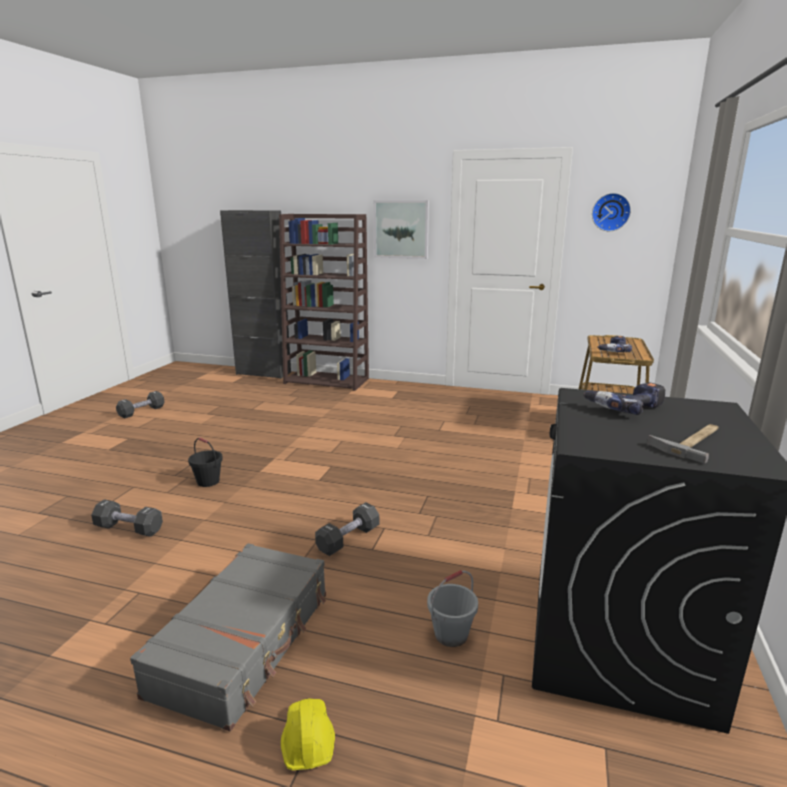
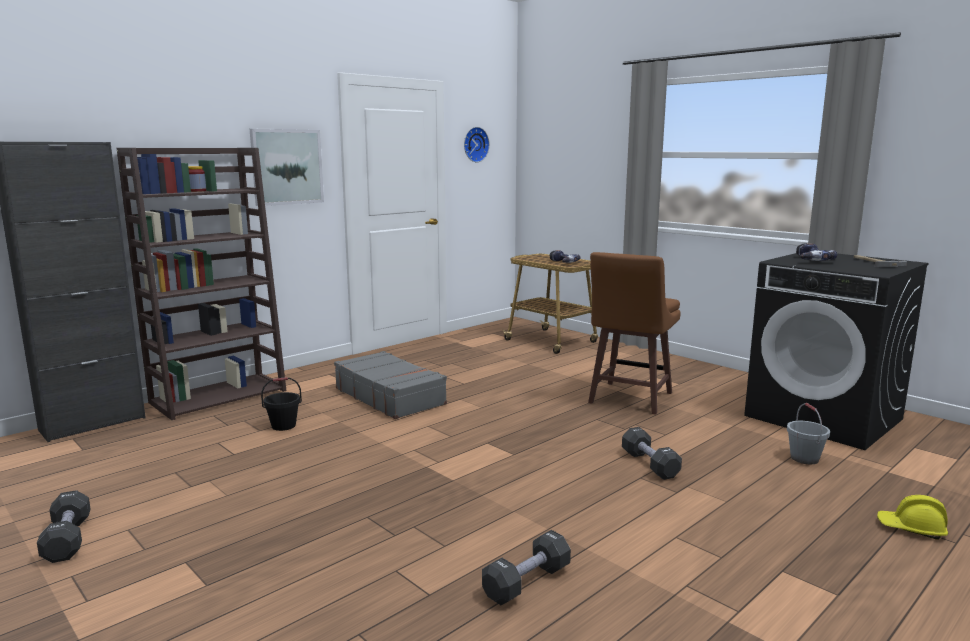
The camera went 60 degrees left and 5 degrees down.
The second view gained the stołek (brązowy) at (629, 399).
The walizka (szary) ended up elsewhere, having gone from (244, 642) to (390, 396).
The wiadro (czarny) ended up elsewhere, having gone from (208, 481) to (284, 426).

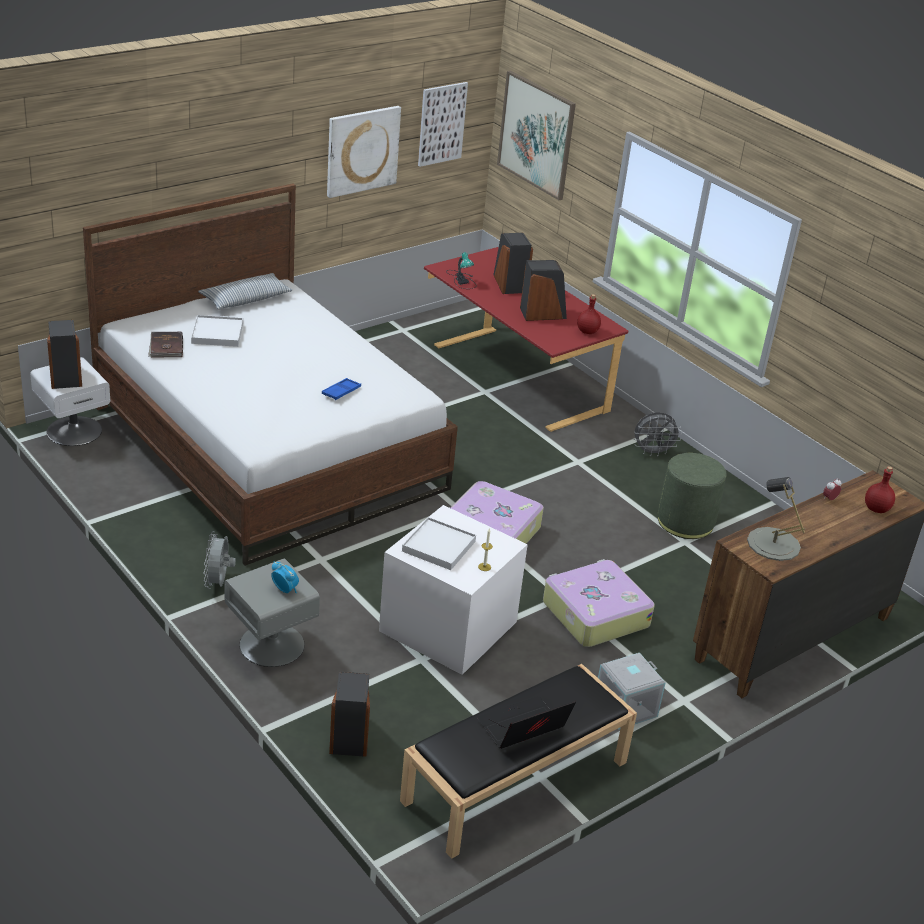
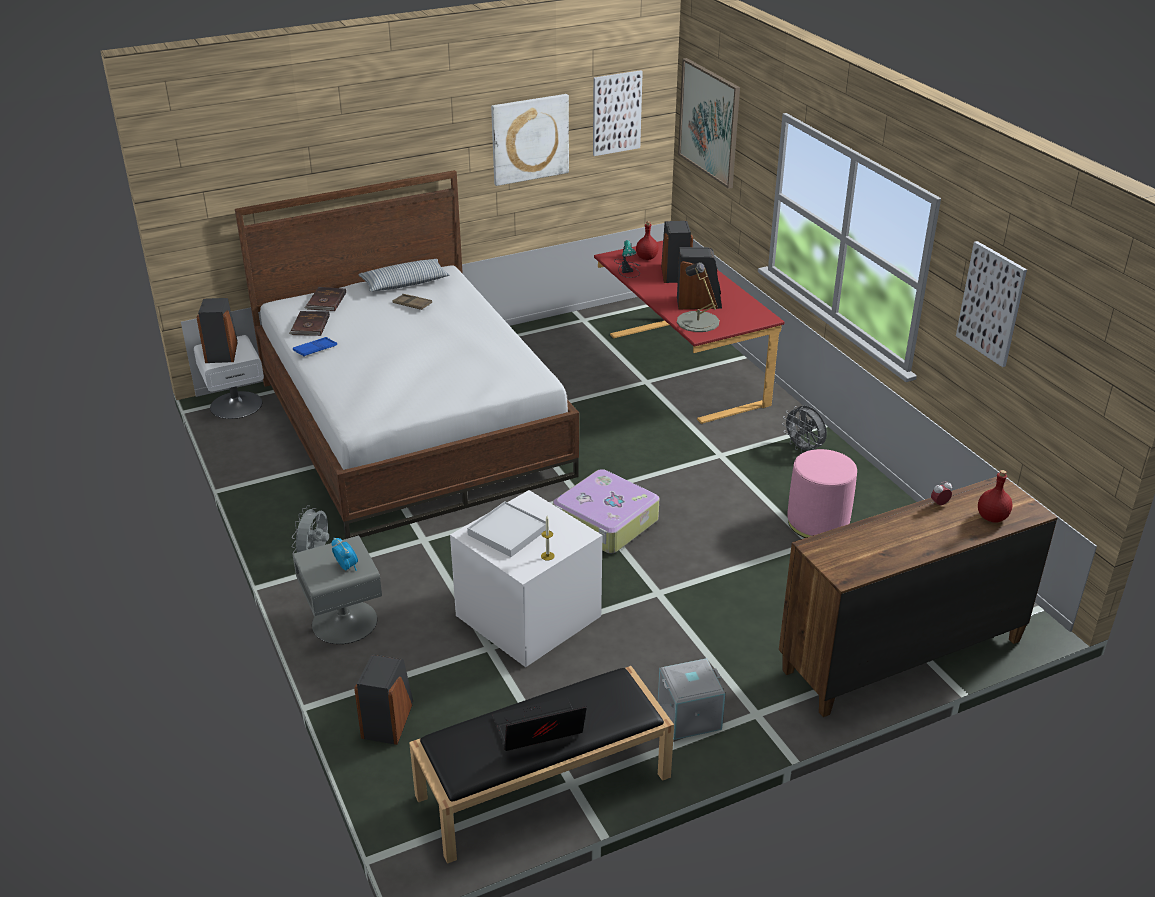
The camera went 15 degrees right and 0 degrees up.
The second view lost the taca (biały) at (217, 333).
The second view lost the walizka at (594, 614).
The second view gained the książka (brązowy) at (325, 301).
The second view gained the taca (brązowy) at (412, 304).
The second view gained the obraz at (991, 303).
The taca (niebieski) ended up elsewhere, having gone from (341, 392) to (315, 349).
The butelka (czerwony) ended up elsewhere, having gone from (588, 332) to (647, 258).
The lampa stołowa (szary) ended up elsewhere, having gone from (773, 544) to (697, 322).
What was the pufa (zielony) at (685, 522) turned into the pufa (różowy) at (817, 523).
The wentylator (szary) at (652, 452) ended up facing another way, 45 degrees clockwise from before.

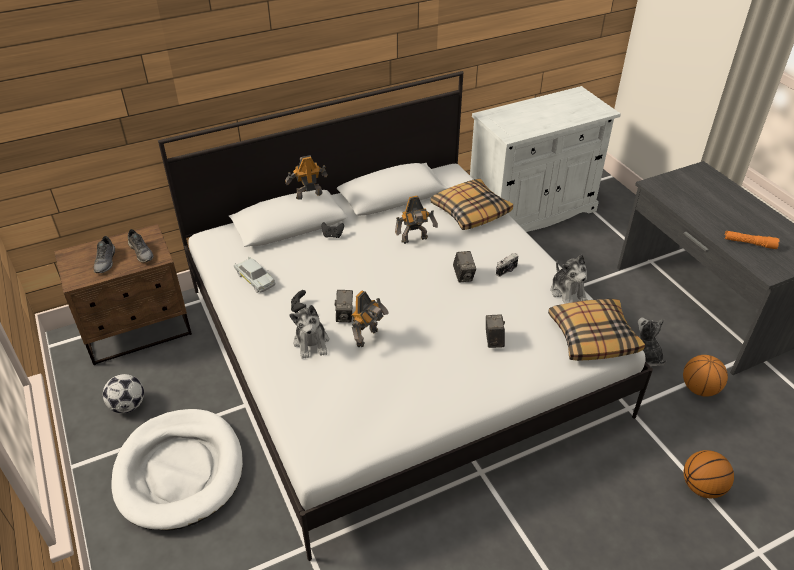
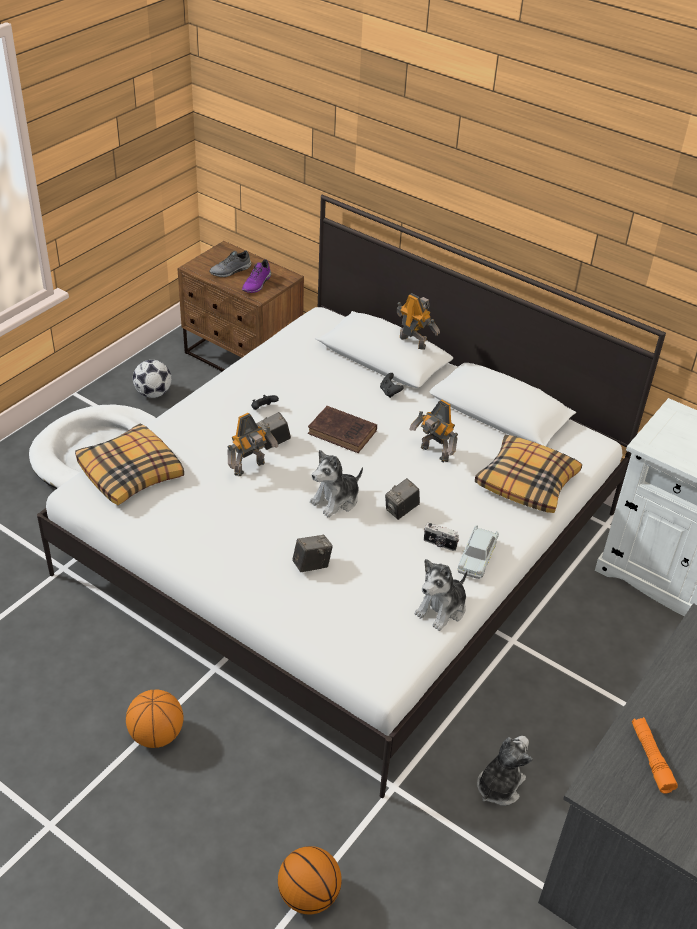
The camera went 60 degrees right and 0 degrees up.
The second view gained the książka (brązowy) at (344, 433).
The samochodzik (biały) ended up elsewhere, having gone from (255, 279) to (477, 557).
The pluszak ended up elsewhere, having gone from (311, 342) to (336, 500).
The poduszka ended up elsewhere, having gone from (592, 336) to (131, 473).
The piłka do koszykówki ended up elsewhere, having gone from (699, 389) to (156, 735).
What was the but (szary) at (142, 252) turned into the but (fioletowy) at (257, 284).
The robot zabawkowy at (368, 337) ended up facing another way, 45 degrees counterclockwise from before.

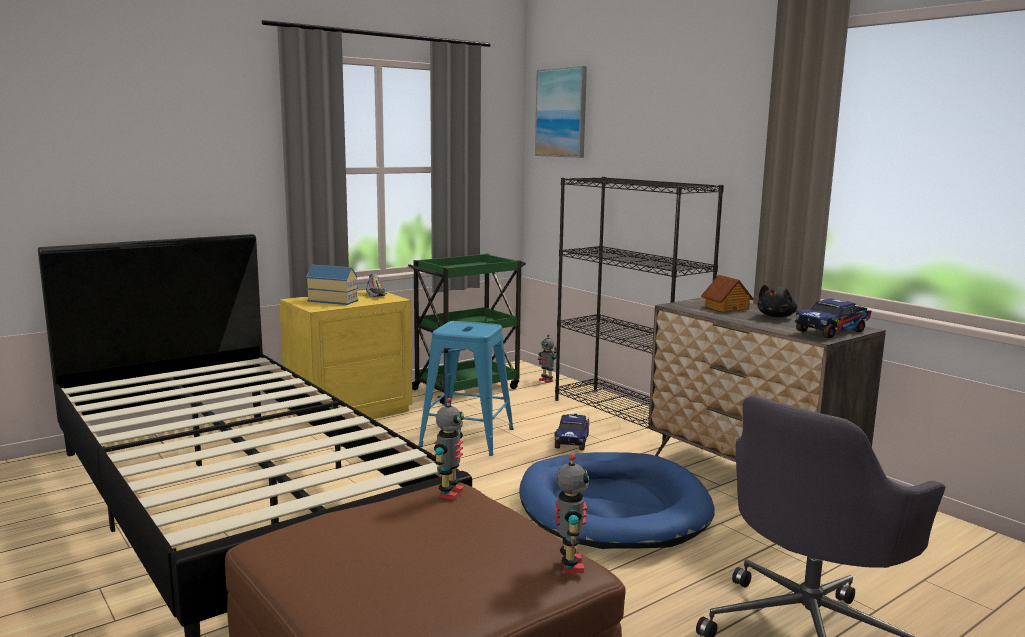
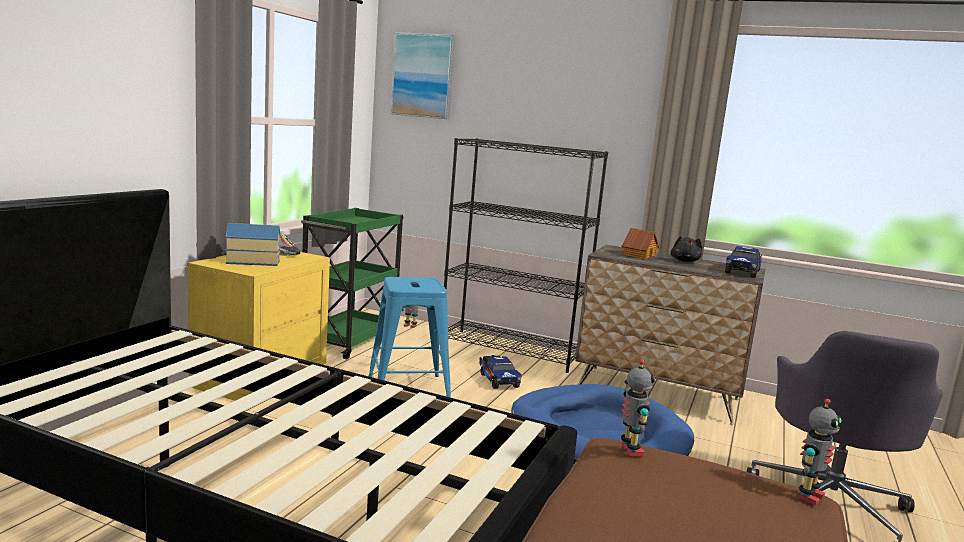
The camera went 30 degrees left and 0 degrees up.
The robot zabawkowy at (569, 565) ended up facing another way, 75 degrees clockwise from before.

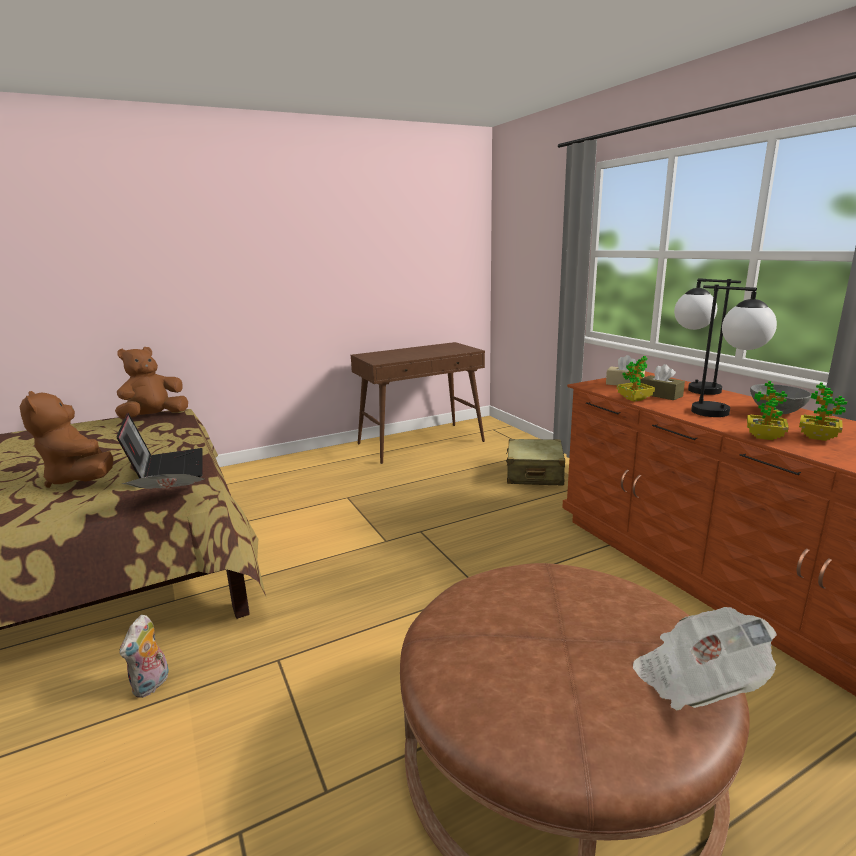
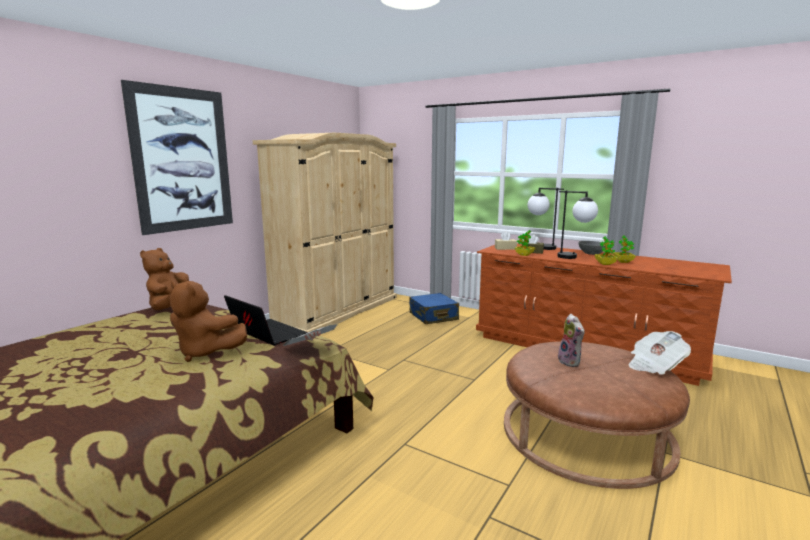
The camera went 30 degrees left and 5 degrees down.
The second view gained the obraz at (183, 160).
The pluszak ended up elsewhere, having gone from (152, 685) to (571, 362).
Where the stolik konsolowy (brązowy) stood at (421, 442), the szafa (beżowy) came to stand at (337, 310).
What was the walizka (beżowy) at (534, 474) turned into the walizka (niebieski) at (433, 316).

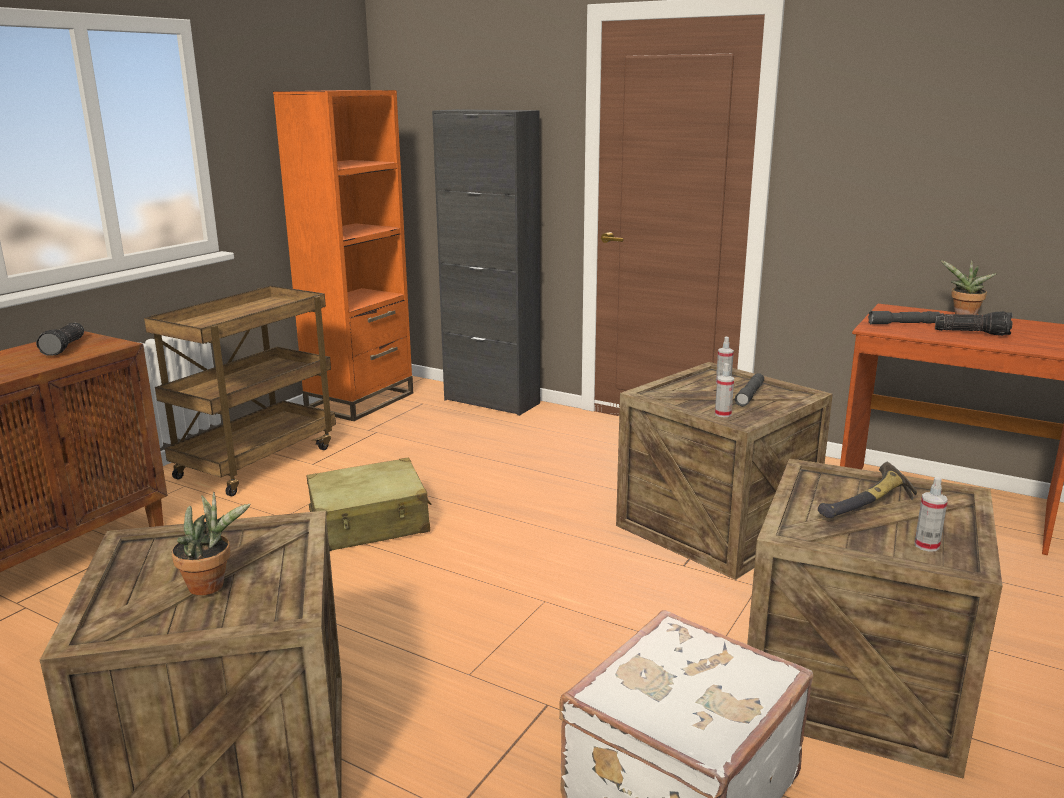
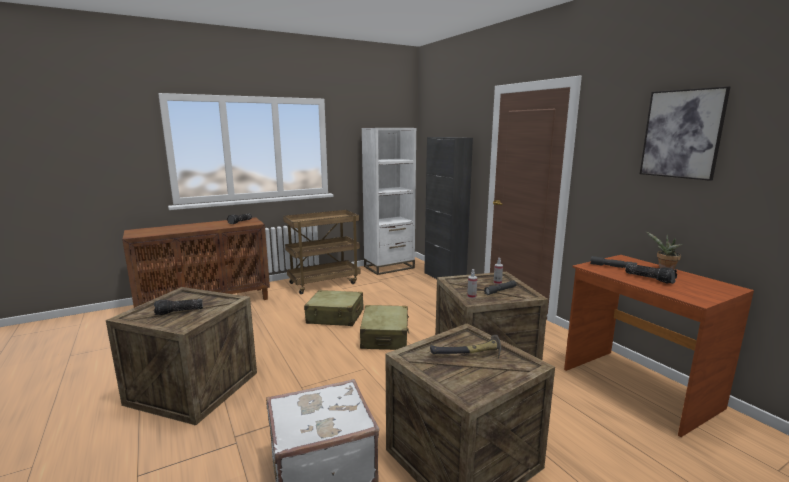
The camera went 30 degrees right and 5 degrees down.
The second view lost the spryskiwacz at (926, 545).
The second view gained the walizka (beżowy) at (385, 336).
The second view gained the obraz at (682, 134).
Where the roślina doniczkowa stood at (212, 585), the latarka came to stand at (179, 312).
What was the regał (pomarańczowy) at (360, 401) turned into the regał (biały) at (389, 267).

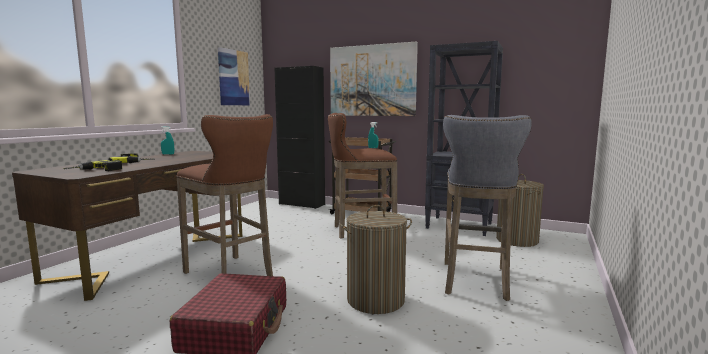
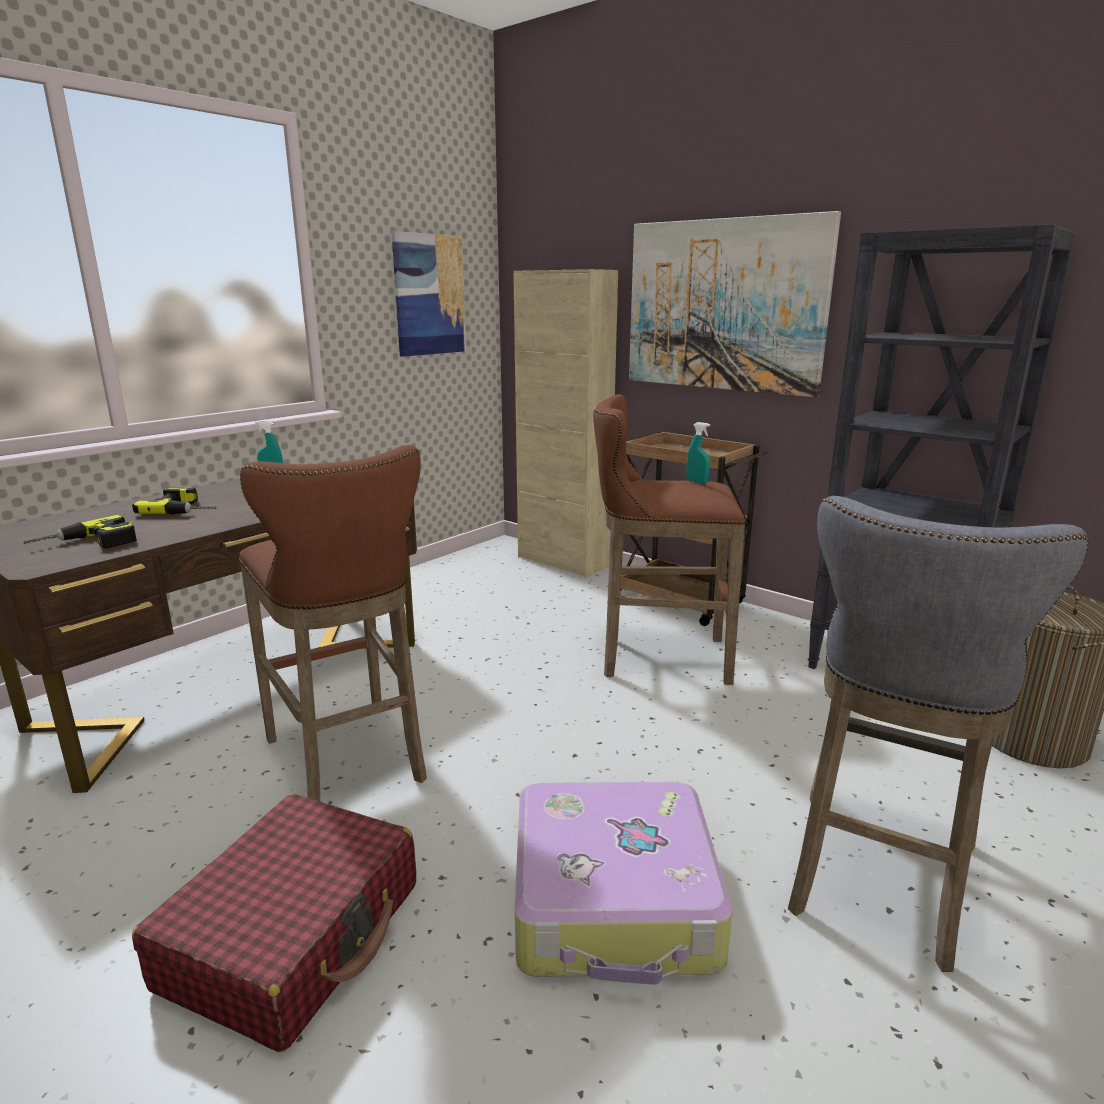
The camera went 15 degrees right and 10 degrees up.
Where the kosz na pranie stood at (376, 300), the walizka came to stand at (615, 901).
What was the szafka (czarny) at (301, 204) turned into the szafka (beżowy) at (563, 561).

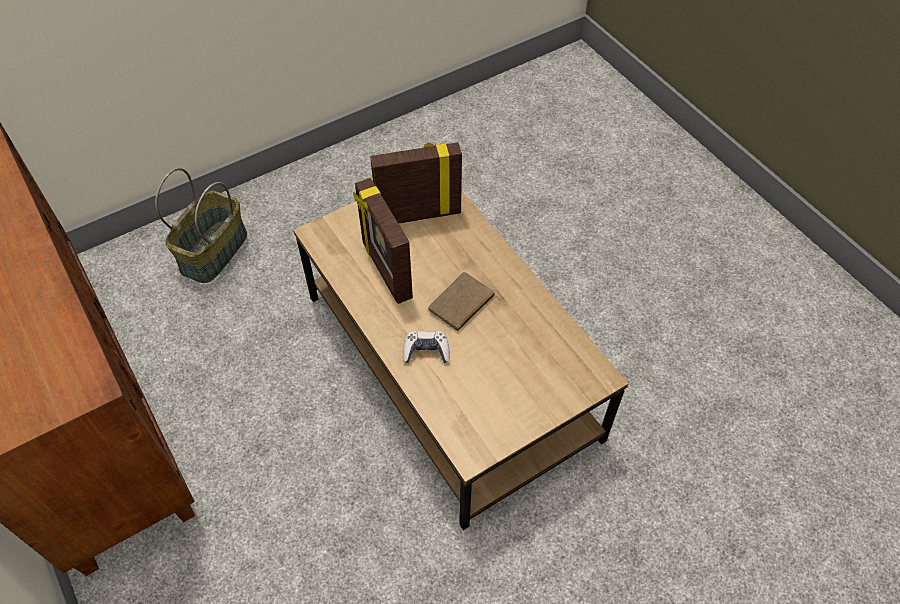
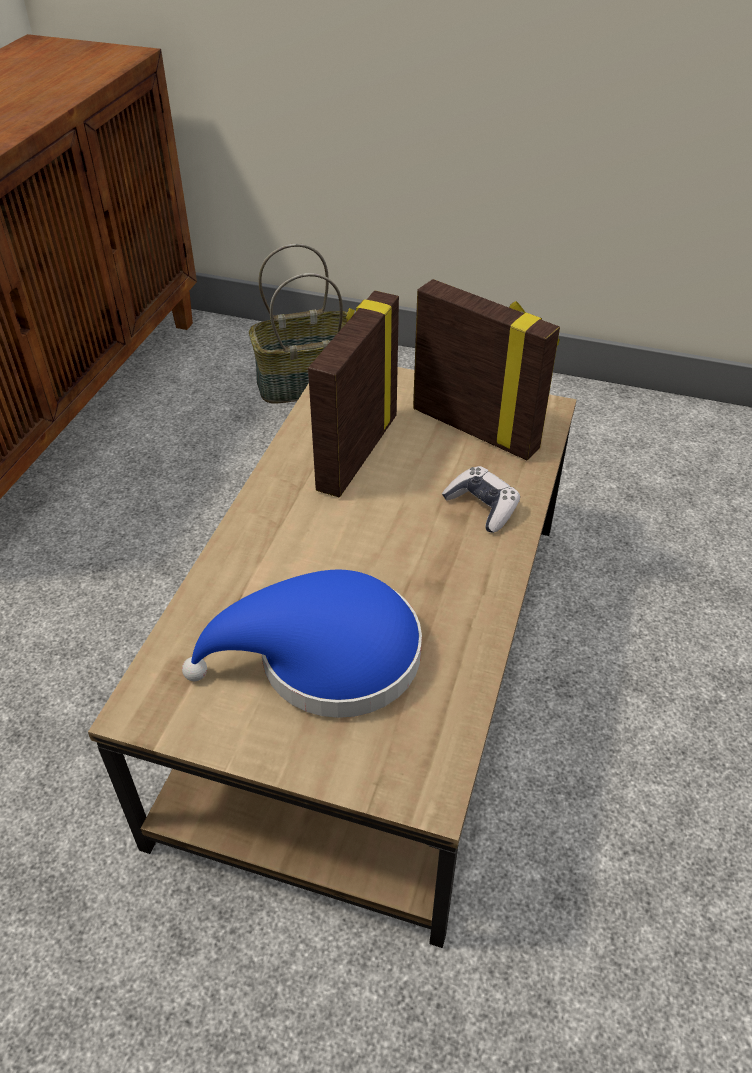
The camera went 50 degrees right and 10 degrees down.
The second view lost the książka (brązowy) at (463, 304).
The second view gained the kapelusz (niebieski) at (325, 658).
The pad do gier ended up elsewhere, having gone from (426, 351) to (482, 507).

